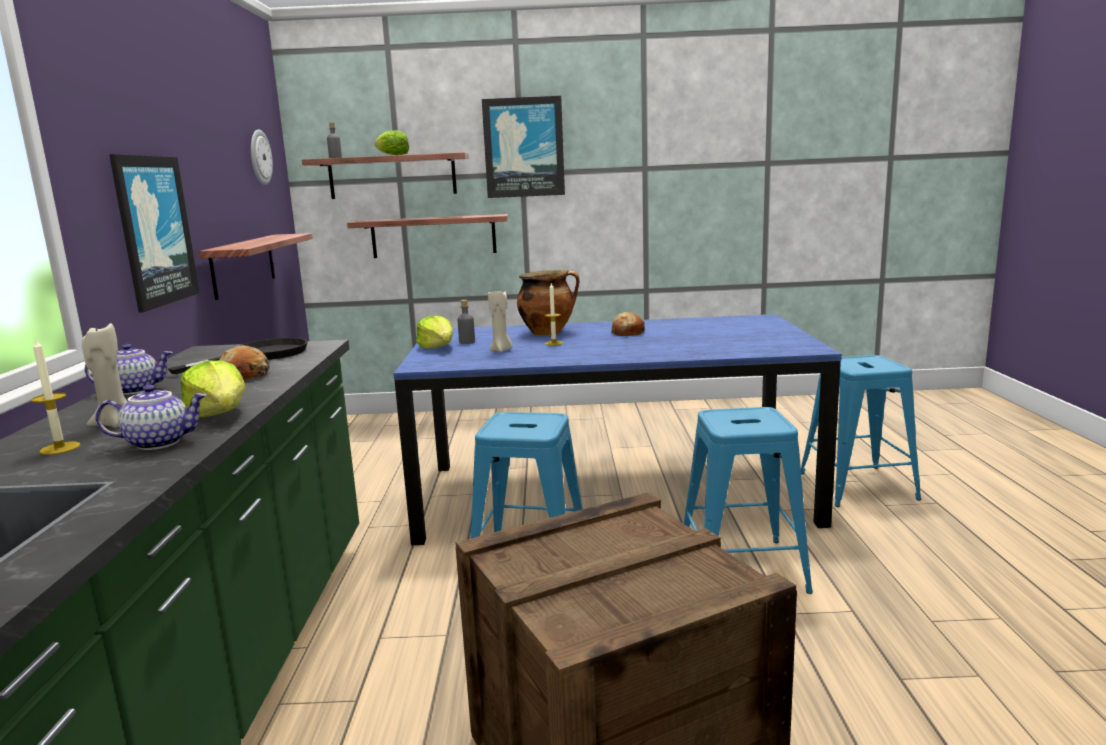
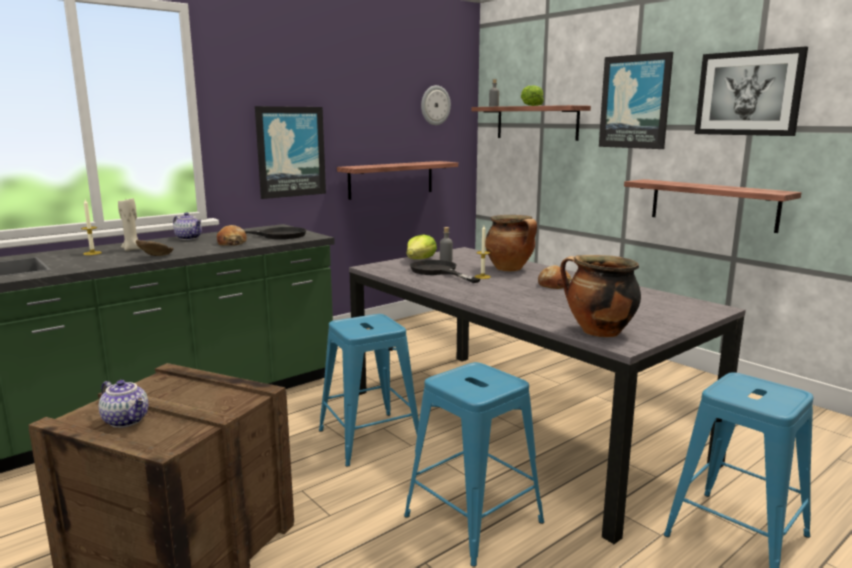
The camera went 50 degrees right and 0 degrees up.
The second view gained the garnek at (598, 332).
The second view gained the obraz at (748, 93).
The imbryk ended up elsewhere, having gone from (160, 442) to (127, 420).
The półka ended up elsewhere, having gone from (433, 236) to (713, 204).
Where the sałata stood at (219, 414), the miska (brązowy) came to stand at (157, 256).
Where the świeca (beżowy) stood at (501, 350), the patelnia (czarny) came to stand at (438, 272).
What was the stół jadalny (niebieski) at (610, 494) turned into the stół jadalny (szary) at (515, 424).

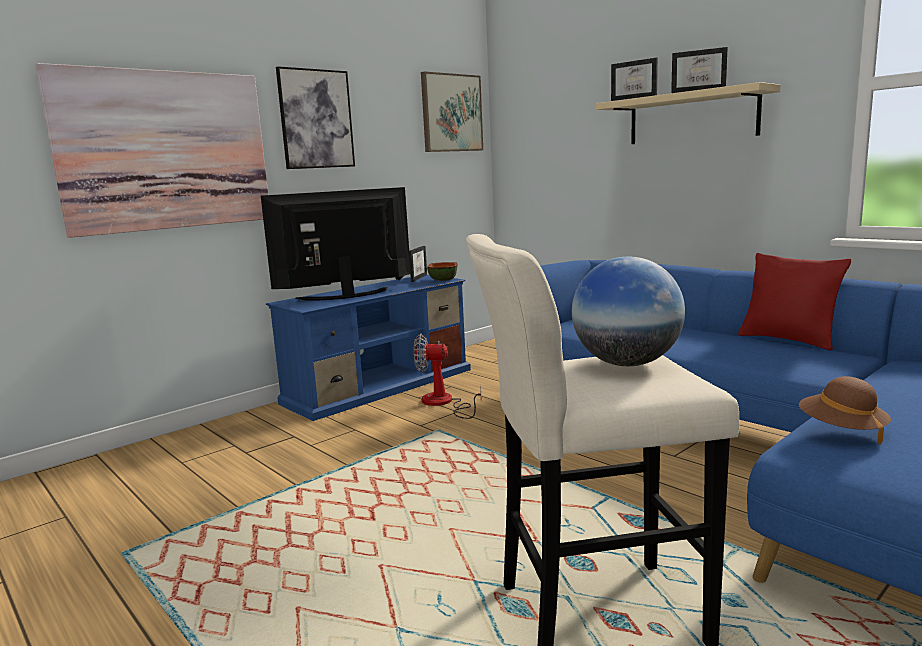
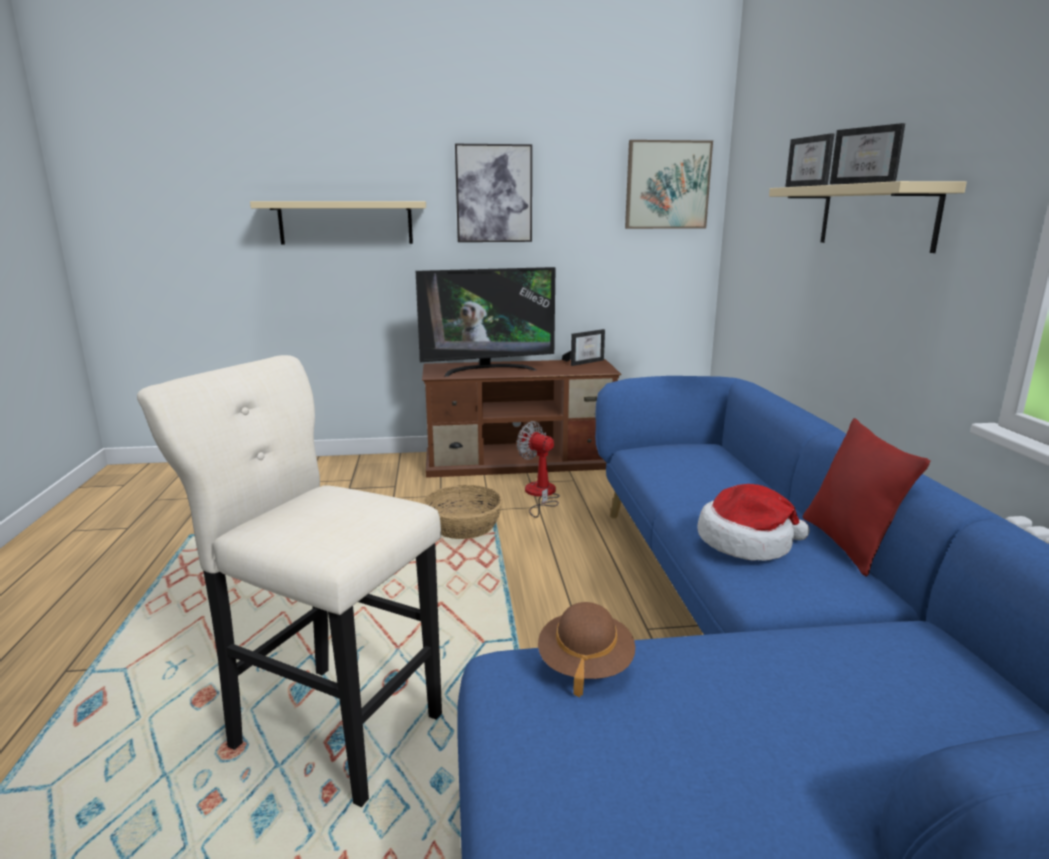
The camera went 35 degrees right and 5 degrees up.
The second view lost the miska at (442, 280).
The second view lost the globus at (626, 363).
The second view gained the koszyk at (464, 526).
The second view gained the kapelusz at (747, 542).
Where the obraz hung at (166, 151), the półka (beżowy) came to hang at (346, 222).
What was the szafka pod telewizor (niebieski) at (380, 385) turned into the szafka pod telewizor (brązowy) at (521, 461).
The telewizor at (346, 296) ended up facing another way, 150 degrees clockwise from before.

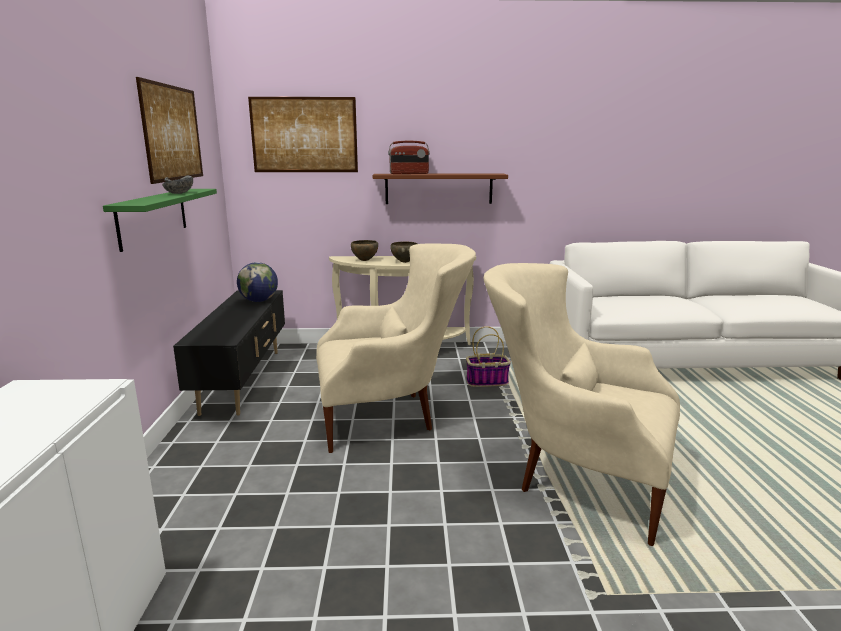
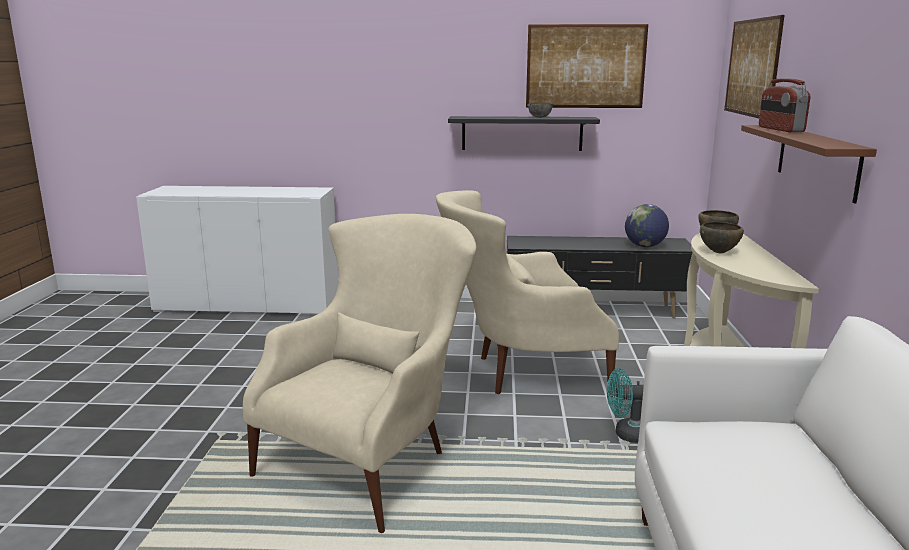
The camera went 95 degrees right and 0 degrees up.
Where the koszyk stood at (487, 381), the wentylator (turkusowy) came to stand at (627, 434).
What was the półka (zielony) at (153, 217) turned into the półka (czarny) at (522, 133).
The fotel (beżowy) at (392, 415) ended up facing another way, 90 degrees clockwise from before.

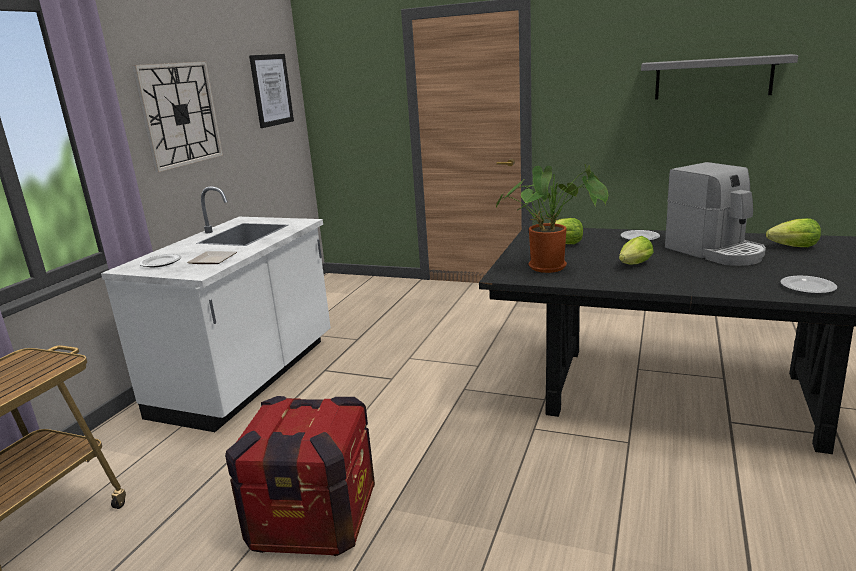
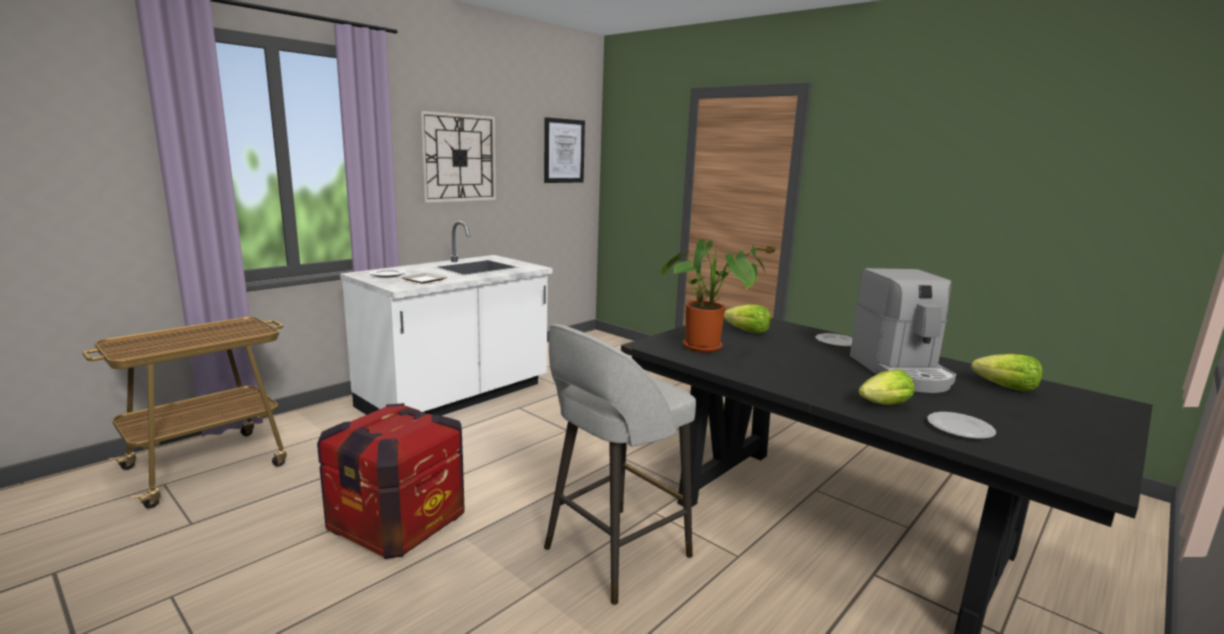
The camera went 20 degrees right and 5 degrees down.
The second view lost the półka (szary) at (713, 78).
The second view gained the stołek (szary) at (613, 554).
The sałata ended up elsewhere, having gone from (633, 265) to (882, 405).

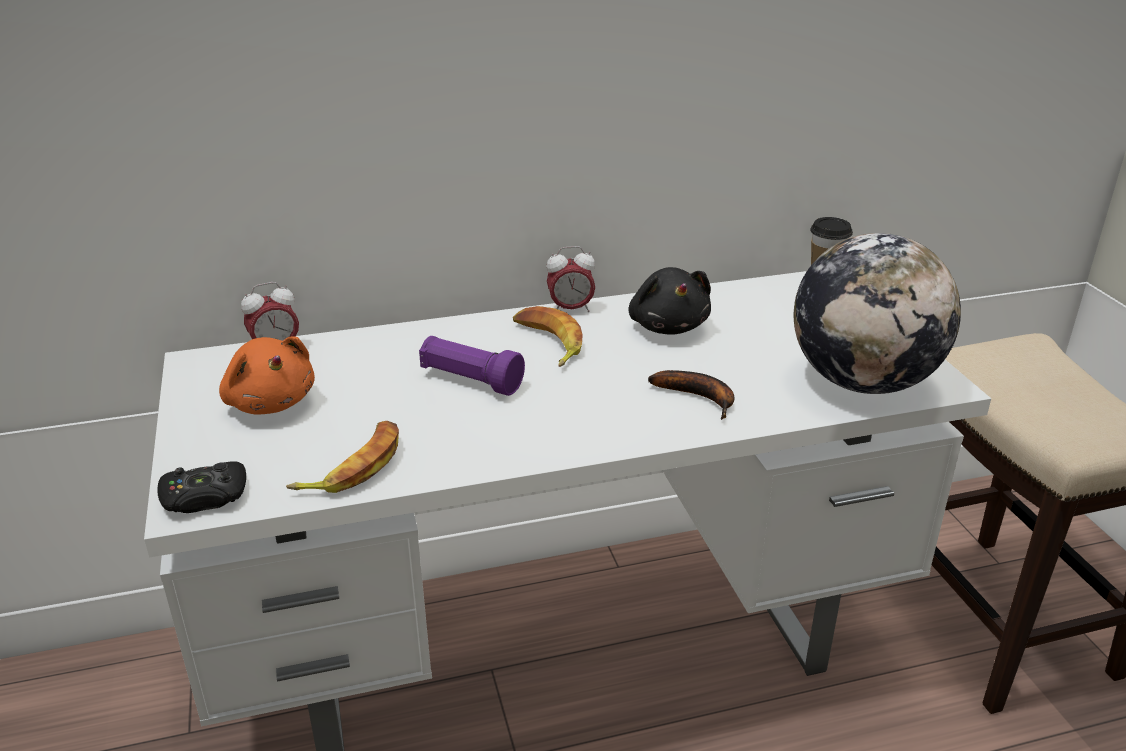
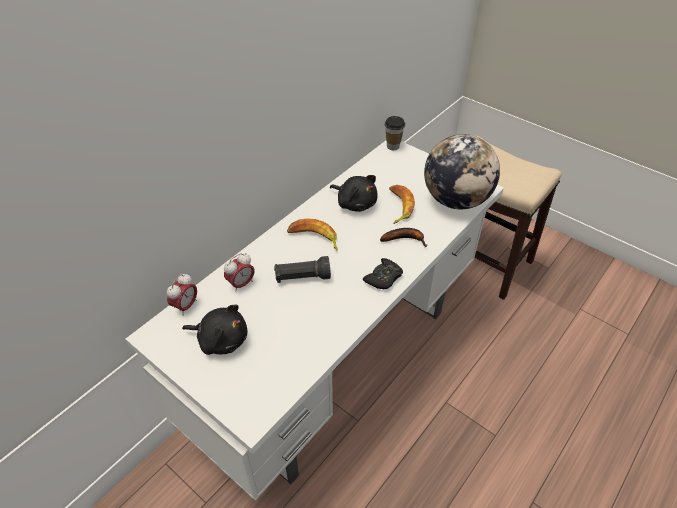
The camera went 35 degrees left and 15 degrees up.
The pad do gier (czarny) ended up elsewhere, having gone from (204, 497) to (383, 278).
The banan ended up elsewhere, having gone from (354, 466) to (398, 206).
The budzik ended up elsewhere, having gone from (570, 309) to (241, 284).
What was the pluszak (pomarańczowy) at (270, 402) turned into the pluszak (czarny) at (221, 339).
What was the latarka (fioletowy) at (470, 380) turned into the latarka (czarny) at (302, 277).

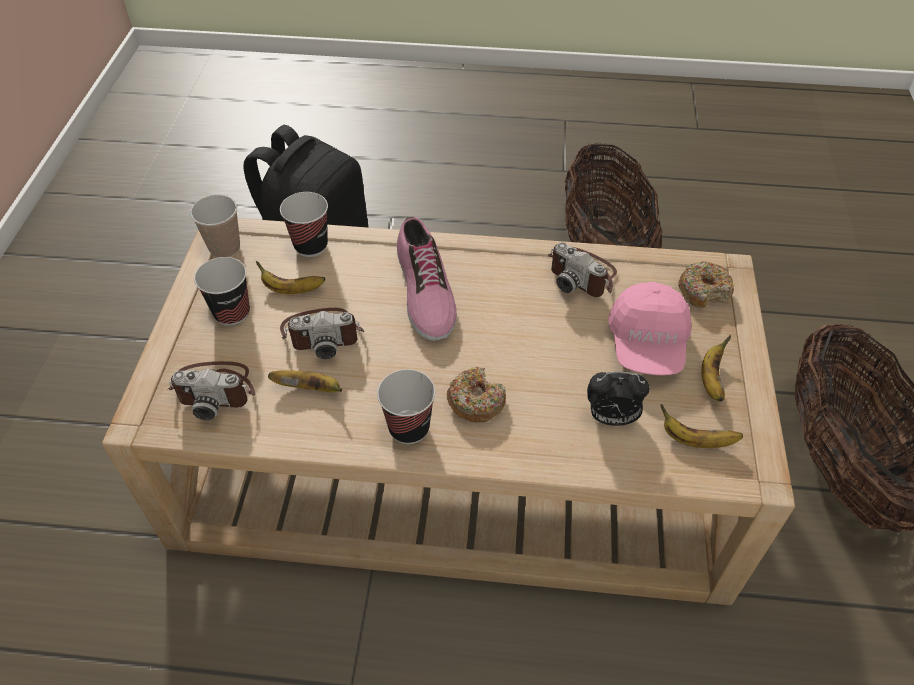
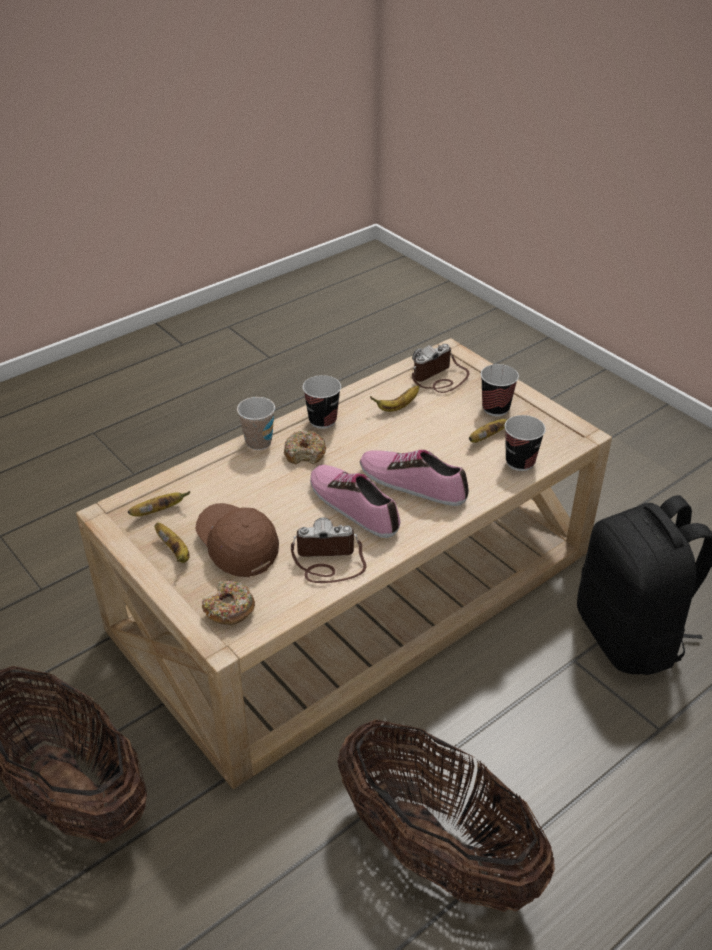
The camera went 135 degrees right and 10 degrees down.
The second view lost the aparat fotograficzny at (322, 333).
The second view lost the budzik at (611, 418).
The second view gained the but at (354, 505).
The filiżanka ended up elsewhere, having gone from (225, 248) to (258, 442).
What was the czapka z daszkiem (różowy) at (647, 344) turned into the czapka z daszkiem (brązowy) at (237, 547).

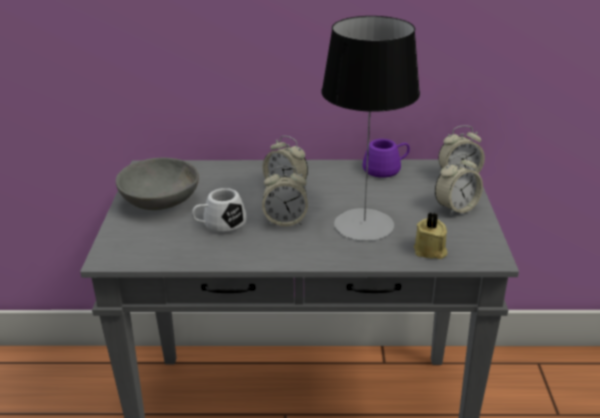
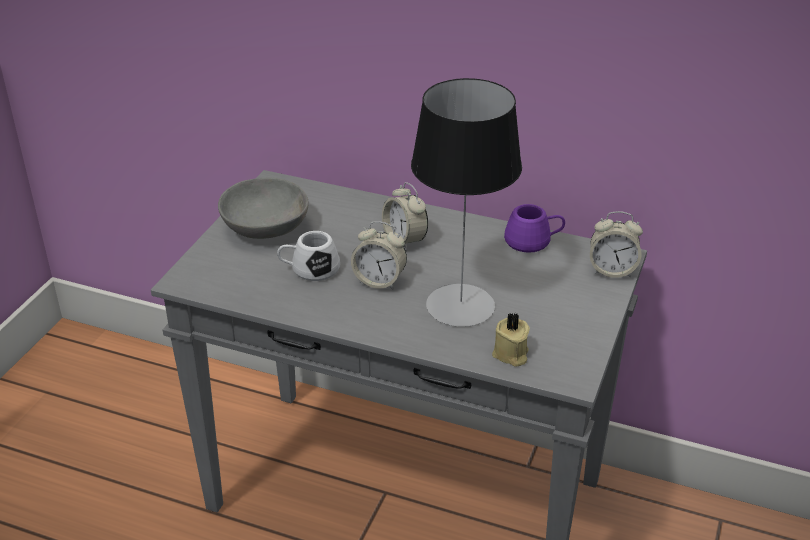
The camera went 20 degrees right and 5 degrees up.
The second view lost the budzik at (456, 208).

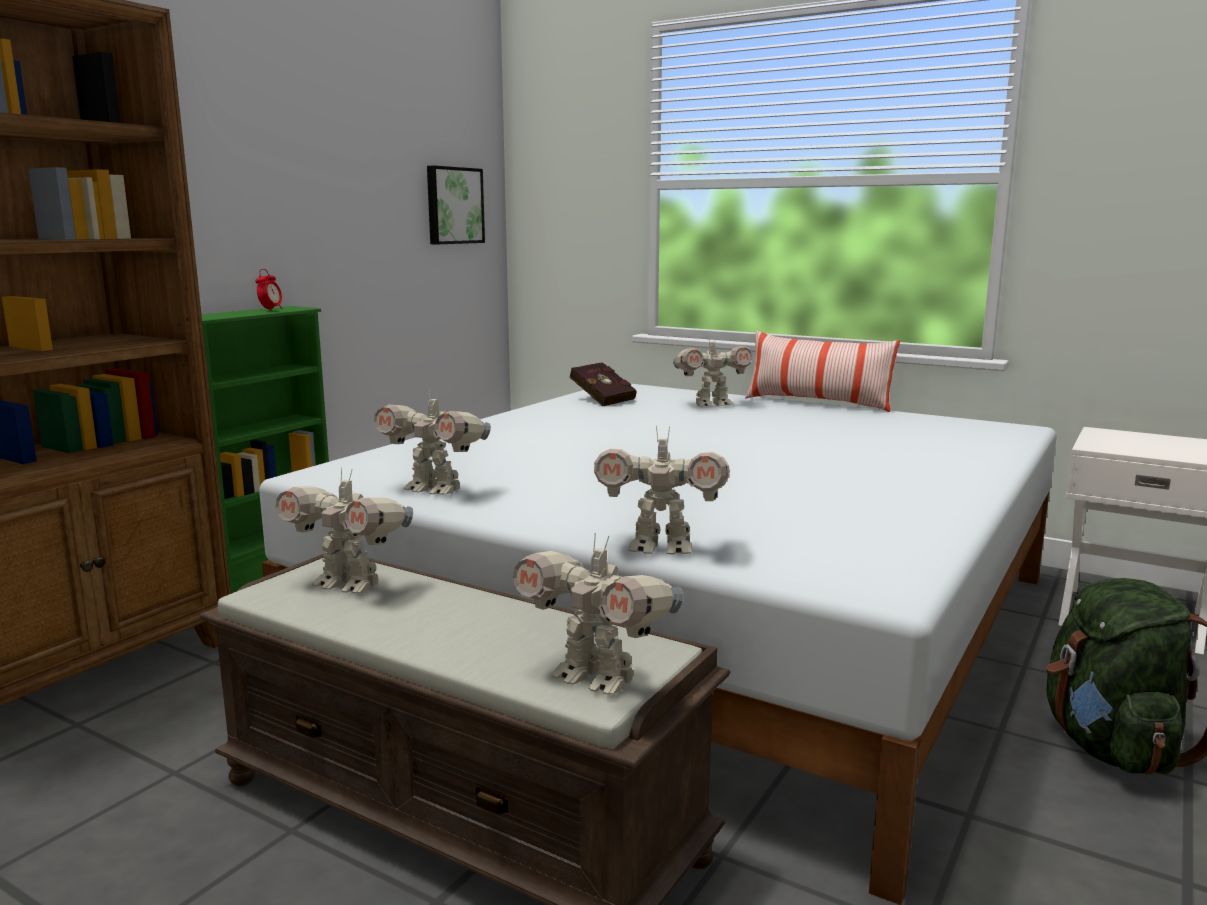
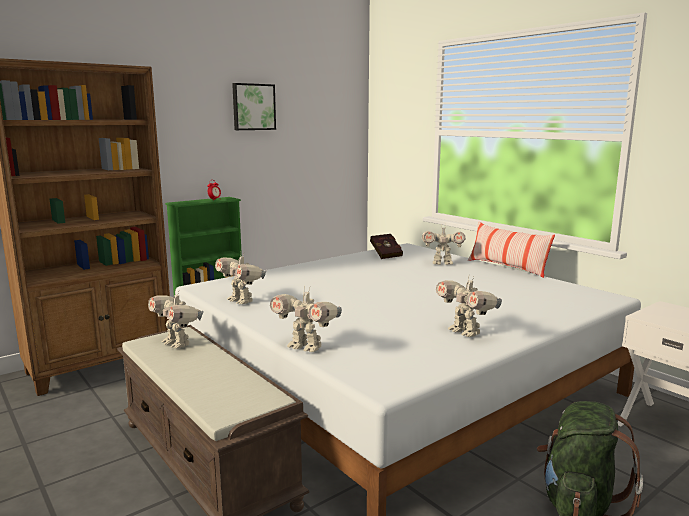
The camera went 20 degrees right and 0 degrees up.
The obraz ended up elsewhere, having gone from (453, 205) to (253, 107).
The robot zabawkowy ended up elsewhere, having gone from (596, 678) to (465, 332).

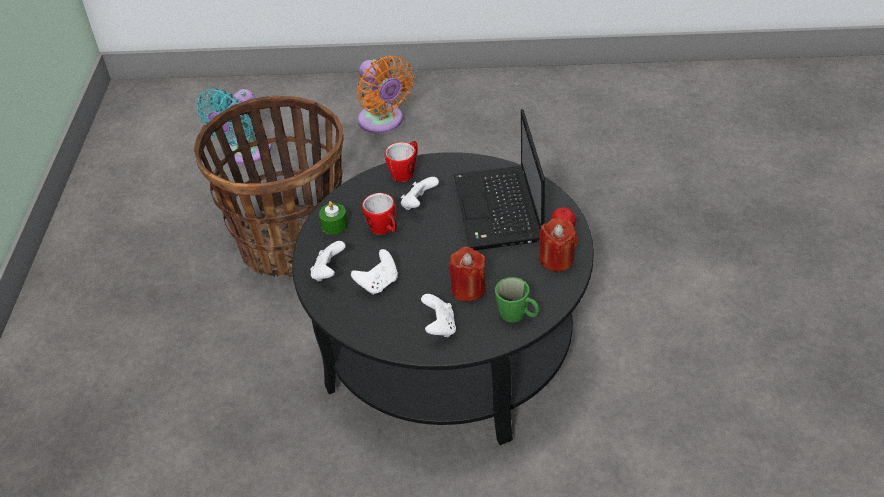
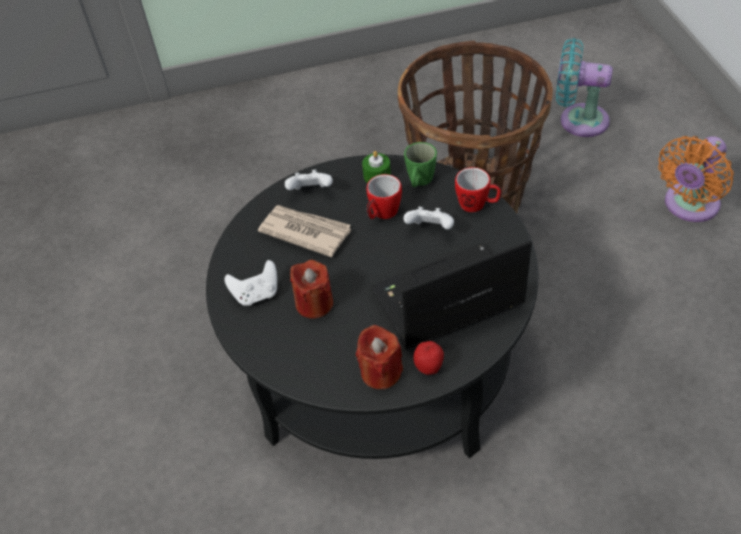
The camera went 75 degrees right and 5 degrees up.
The kubek (zielony) ended up elsewhere, having gone from (518, 315) to (419, 181).
Where the pad do gier (biały) stood at (378, 283), the gazeta came to stand at (305, 231).

